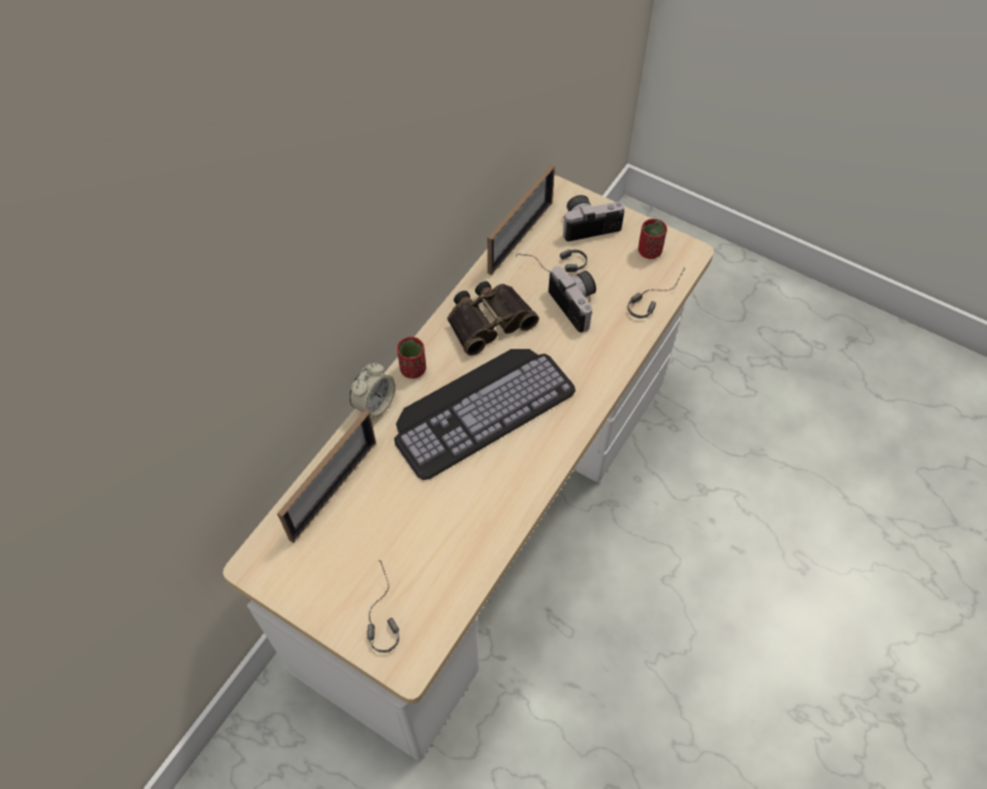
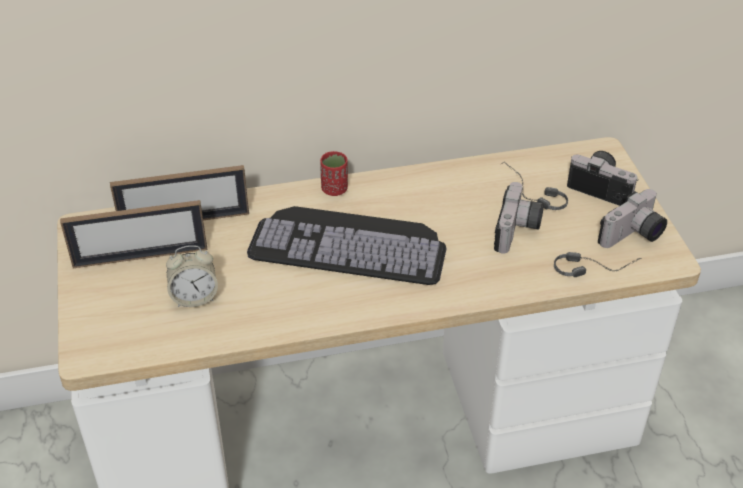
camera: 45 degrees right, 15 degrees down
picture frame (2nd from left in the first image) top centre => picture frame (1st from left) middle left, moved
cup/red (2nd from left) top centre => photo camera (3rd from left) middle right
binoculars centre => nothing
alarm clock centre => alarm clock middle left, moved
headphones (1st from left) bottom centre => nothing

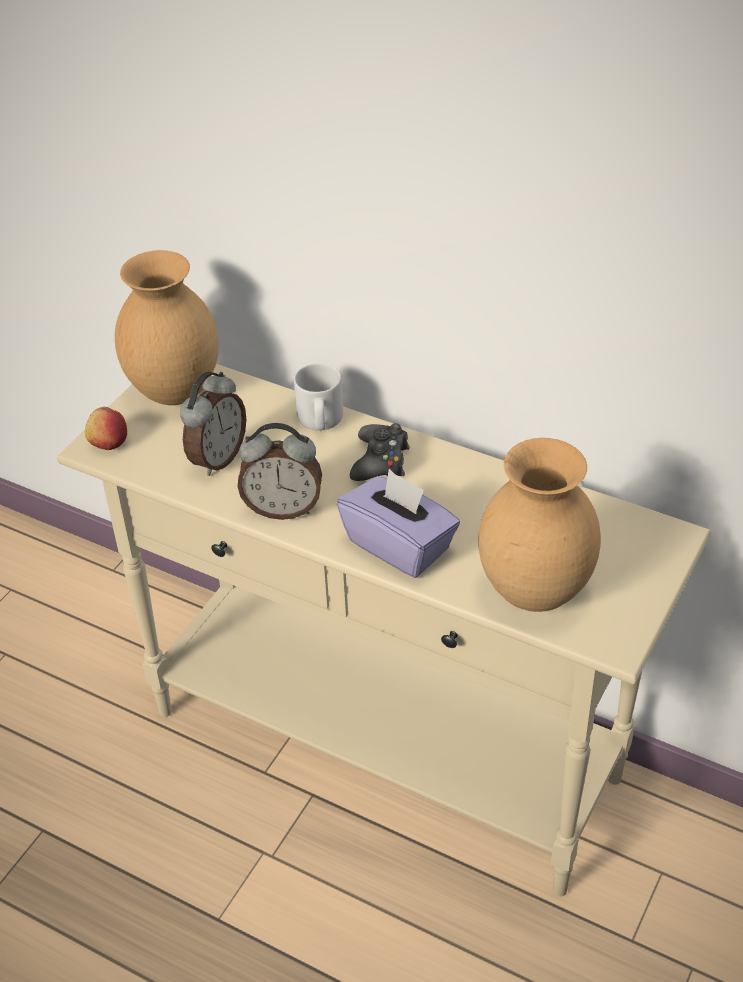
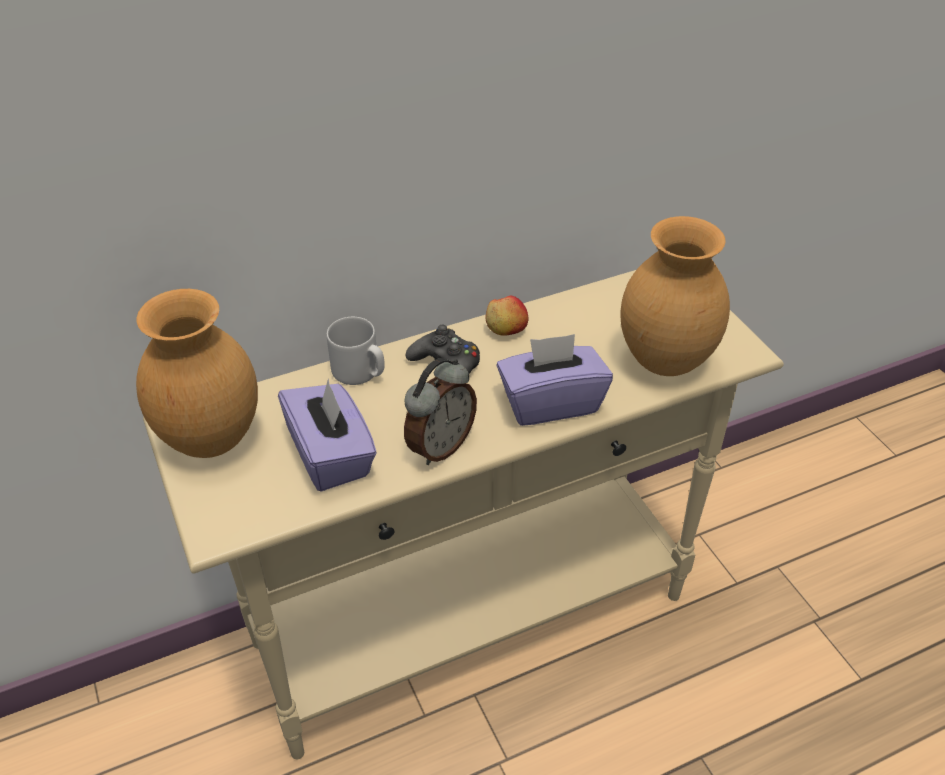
camera: 55 degrees left, 0 degrees up
alarm clock (1st from left) middle left => tissue box/purple (1st from left) centre
apple middle left => apple centre, moved

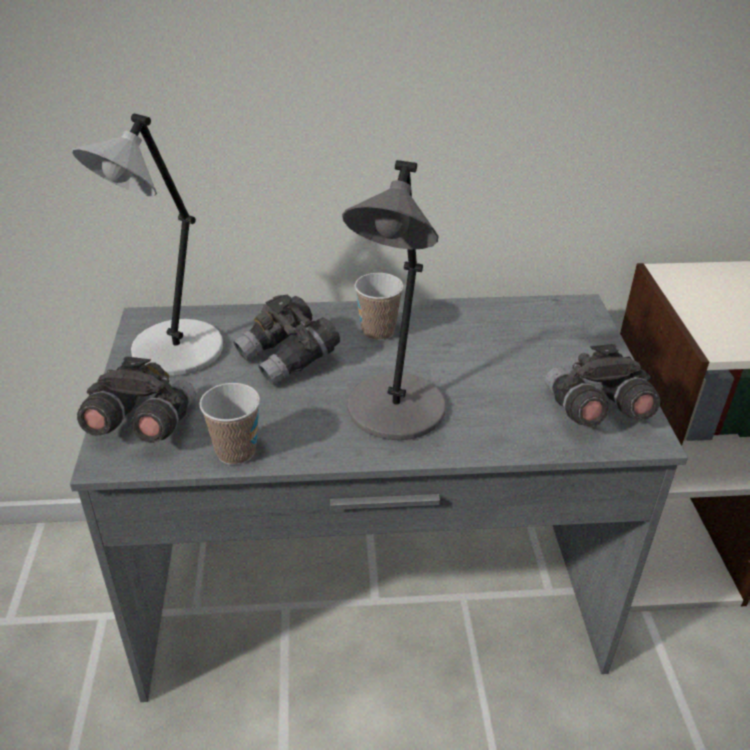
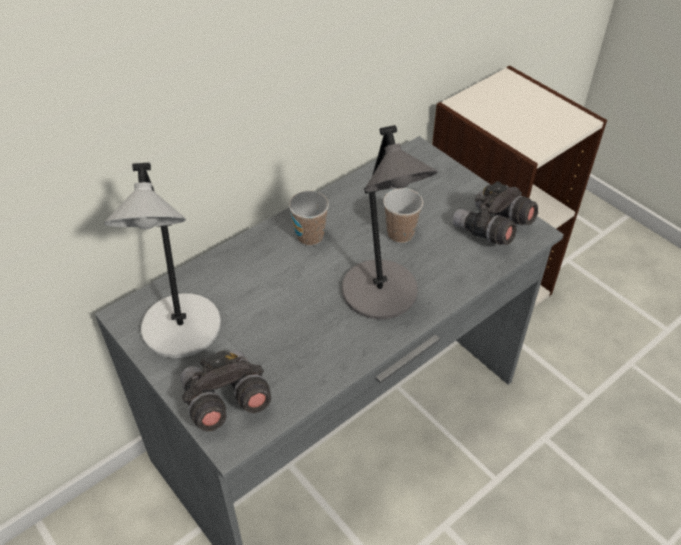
camera: 35 degrees left, 10 degrees up
binoculars/grey (2nd from left) centre => nothing
cup (1st from left in the first image) middle left => cup (2nd from left) centre, moved

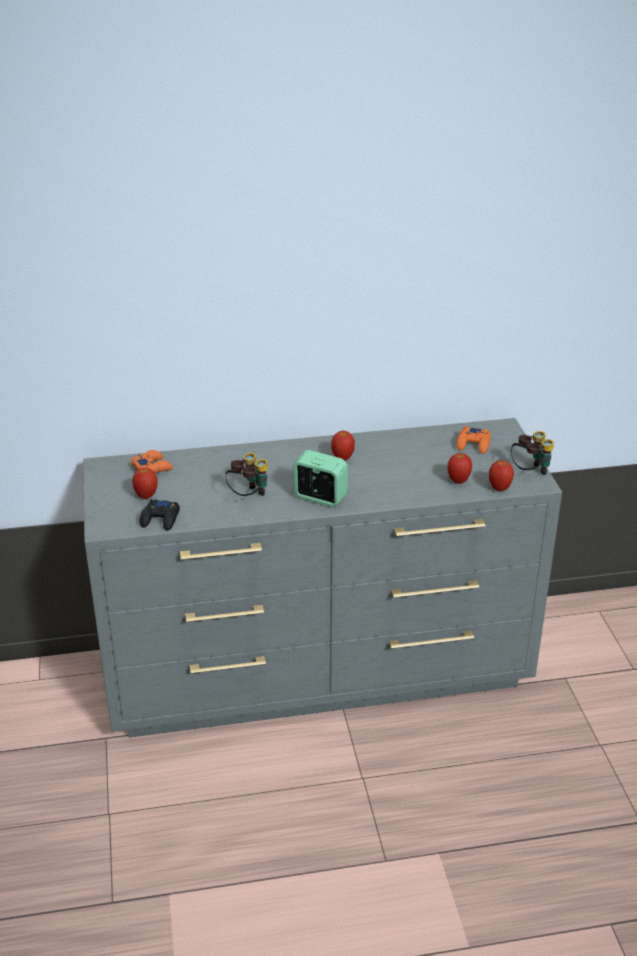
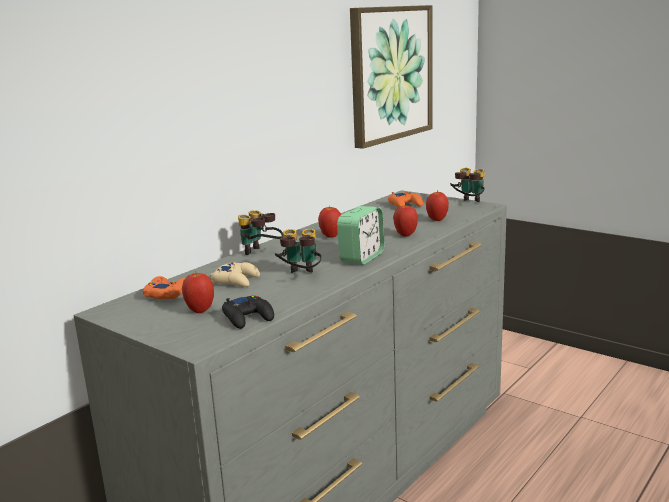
camera: 40 degrees left, 15 degrees down
alarm clock centre, 135 degrees clockwise
apple (4th from left in the first image) middle right => apple (3rd from left) centre, moved
nothing => picture top centre
nothing => binoculars (1st from left) centre
nothing => game controller/beige centre

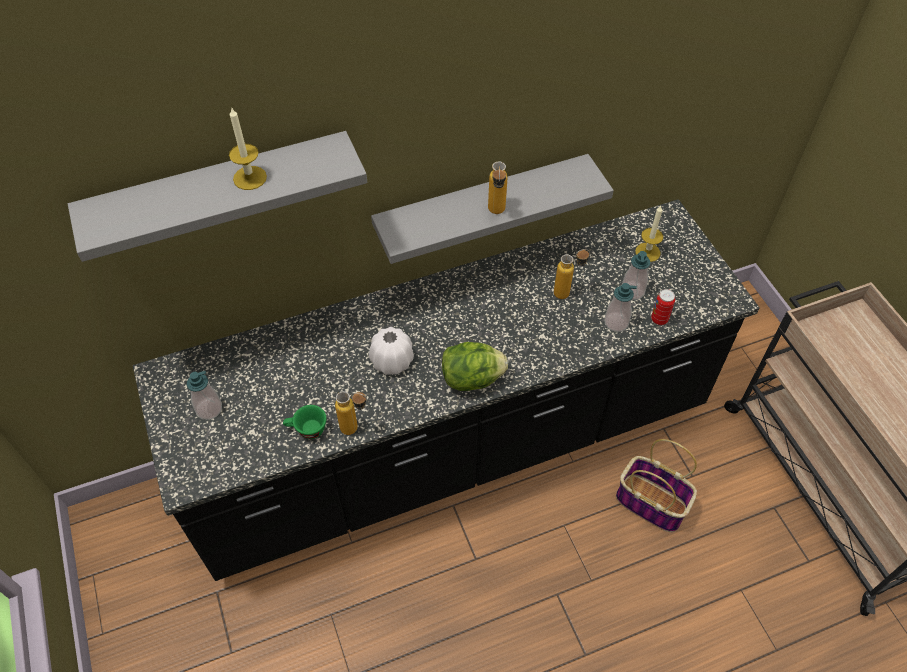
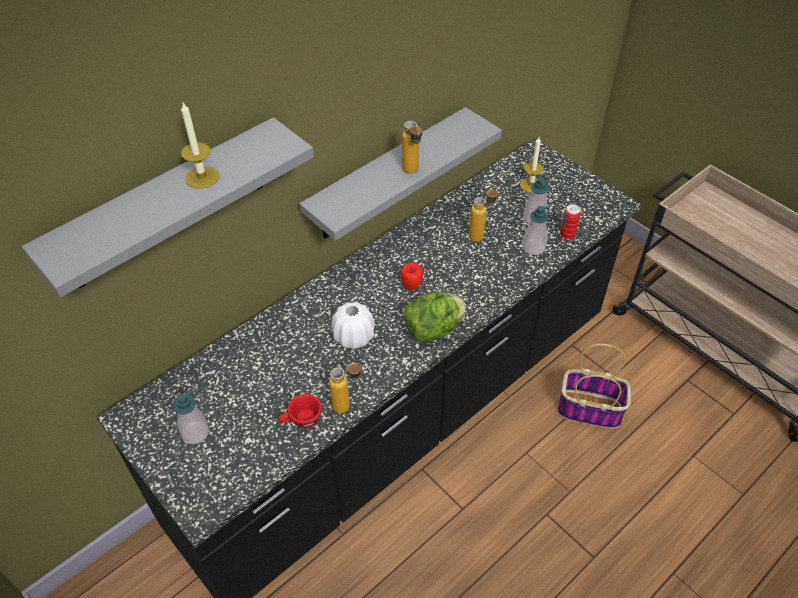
camera: 20 degrees left, 5 degrees down
cup/green centre => cup/red bottom centre
nothing => apple centre

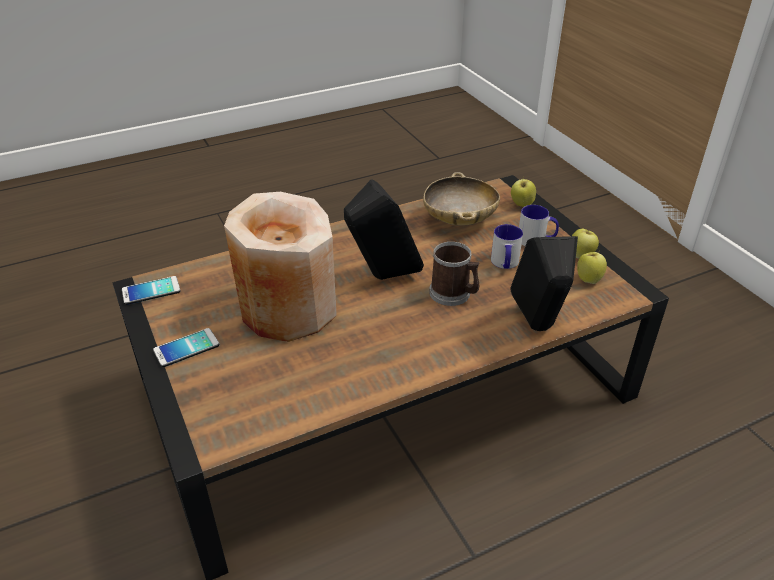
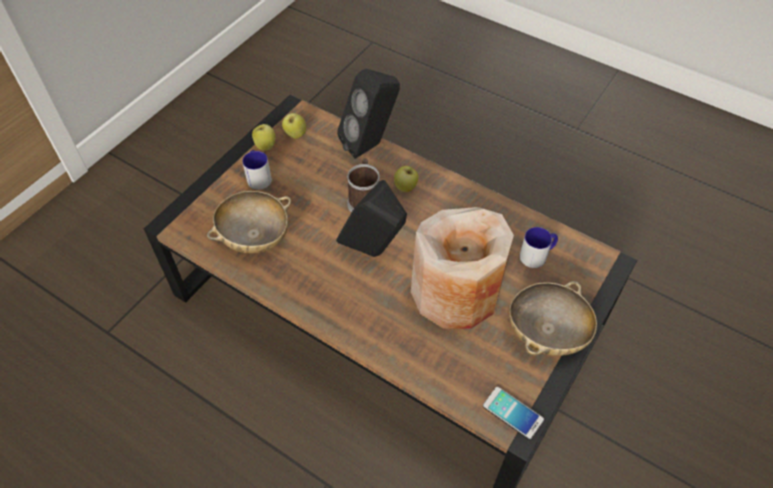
camera: 120 degrees left, 15 degrees up
apple (1st from left in the first image) top right => apple (3rd from left) centre, moved
mug (2nd from left in the first image) centre => mug (3rd from left) middle right, moved
phone (2nd from left) middle left => bowl/beige (2nd from left) middle right

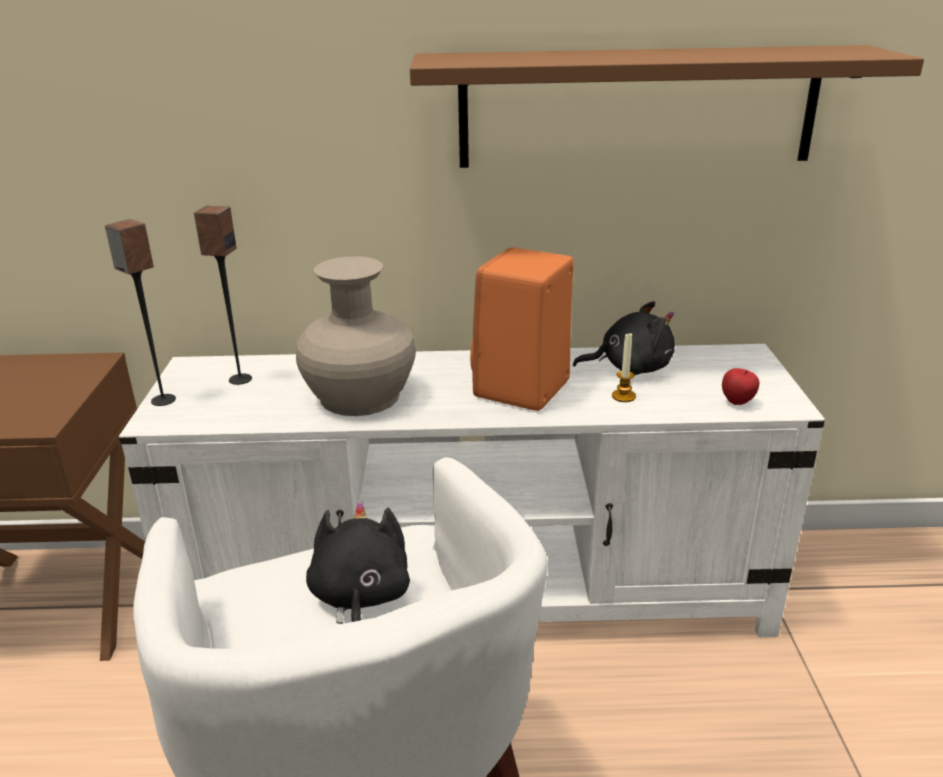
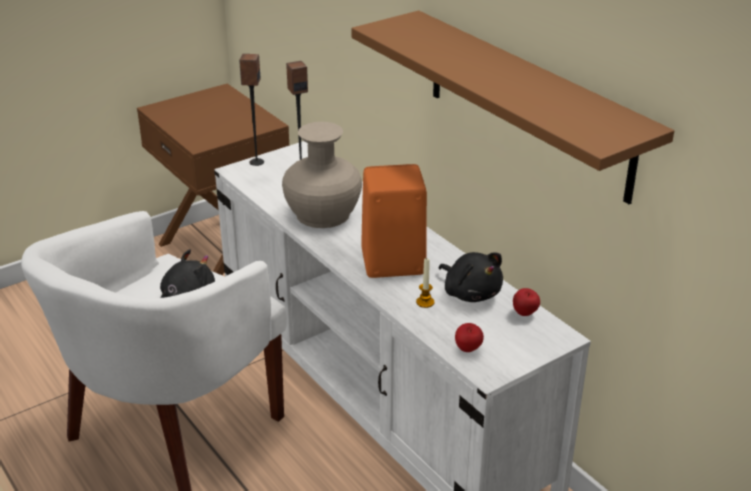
camera: 55 degrees right, 5 degrees up
nothing => apple (2nd from left) middle right

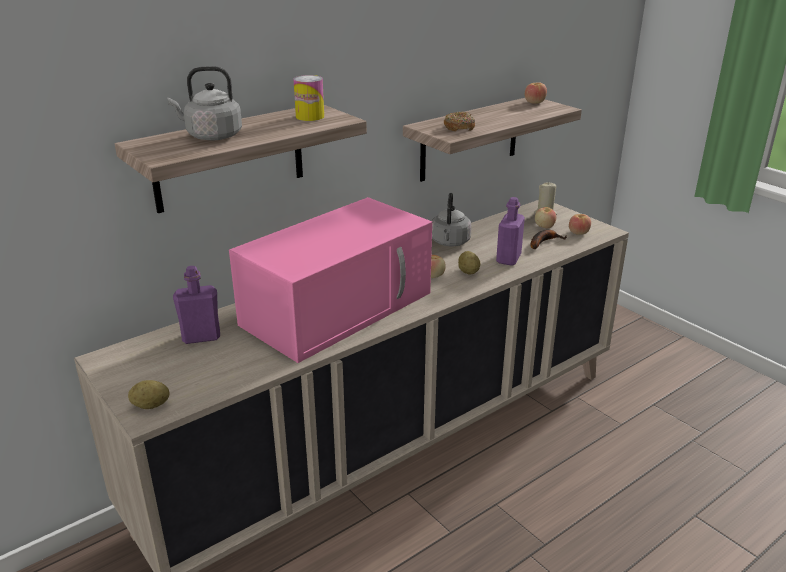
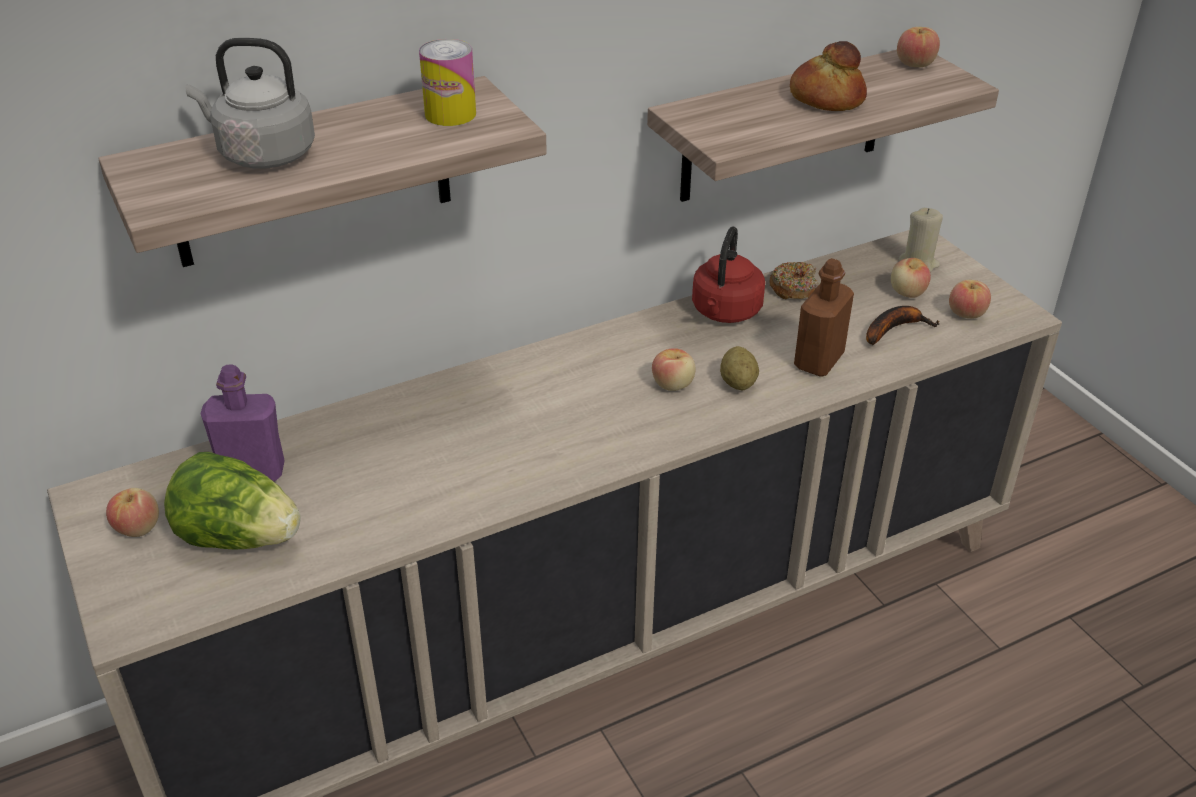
camera: 10 degrees right, 10 degrees up
donut top centre => donut centre, moved
kettle/grey (2nd from left) centre => kettle/red centre
microwave/pink centre => nothing
bottle/purple (2nd from left) centre => bottle/brown middle right
potato (1st from left) bottom left => nothing
nothing => bread top right
nothing => lettuce middle left
nothing => apple (1st from left) middle left

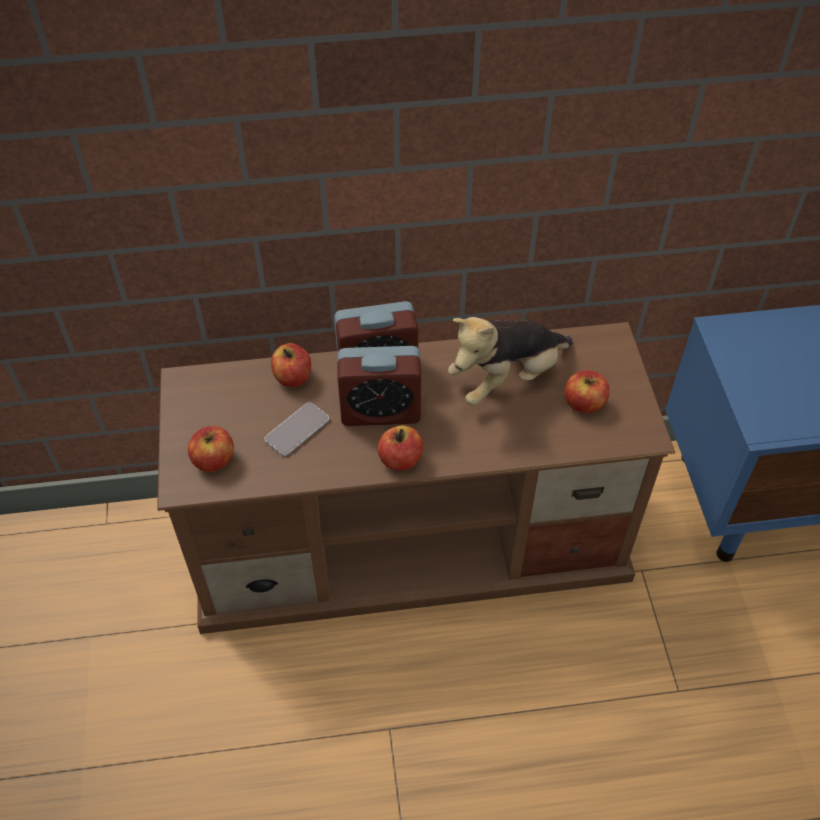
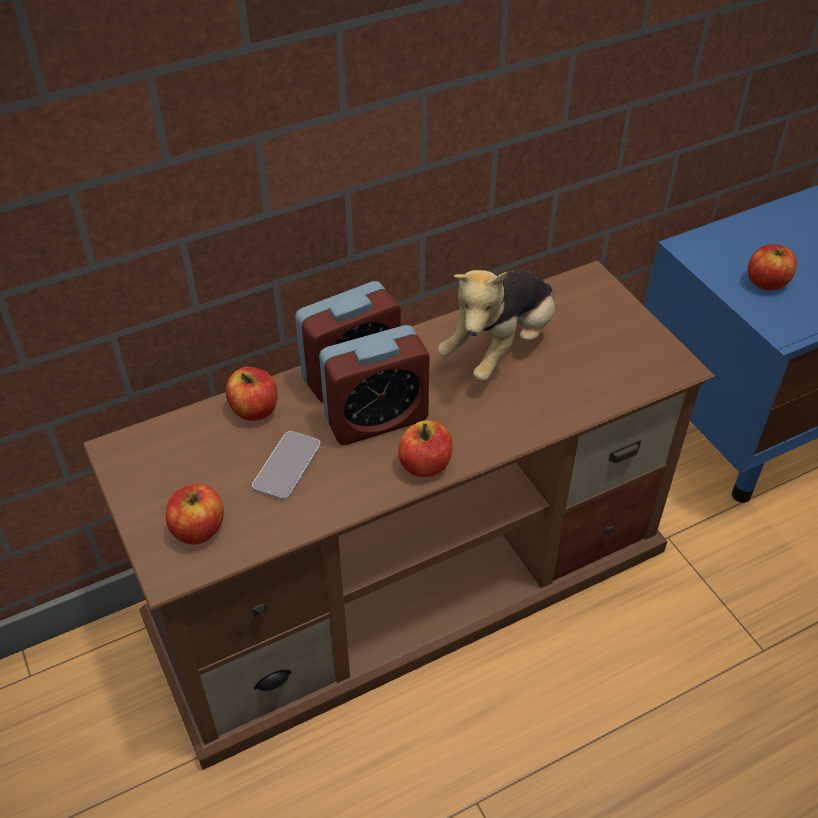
camera: 20 degrees left, 5 degrees down
apple (4th from left) middle right => apple (4th from left) top right, moved

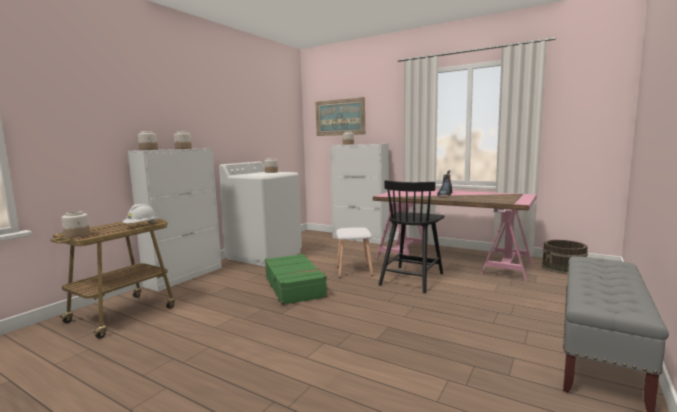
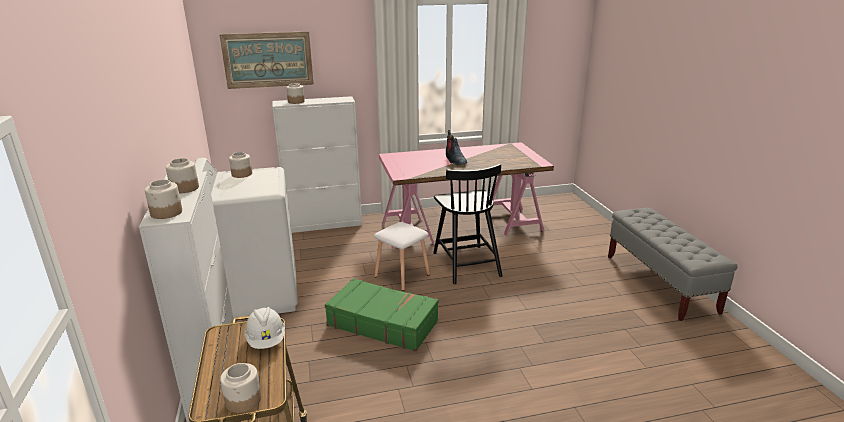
camera: 45 degrees left, 15 degrees up
bucket/brown middle right => nothing

